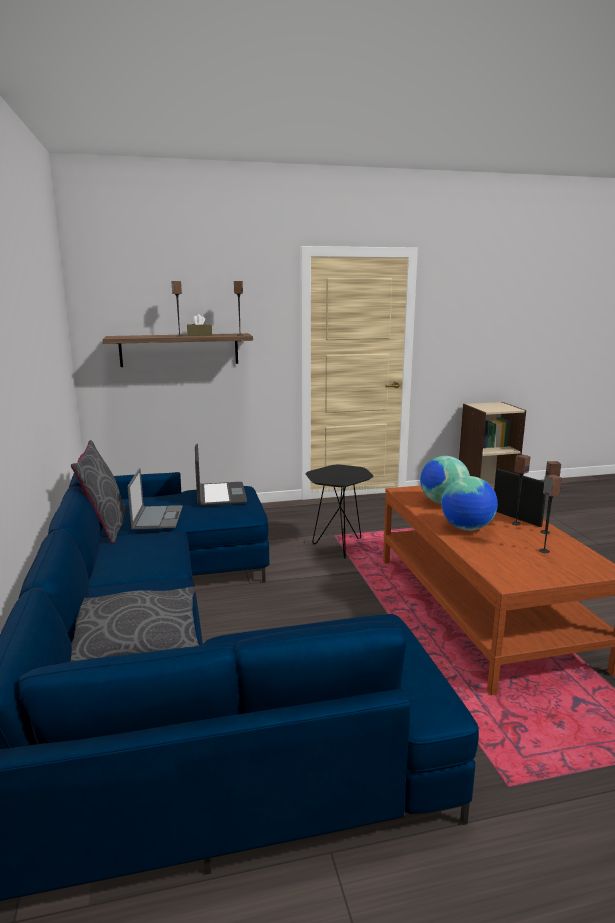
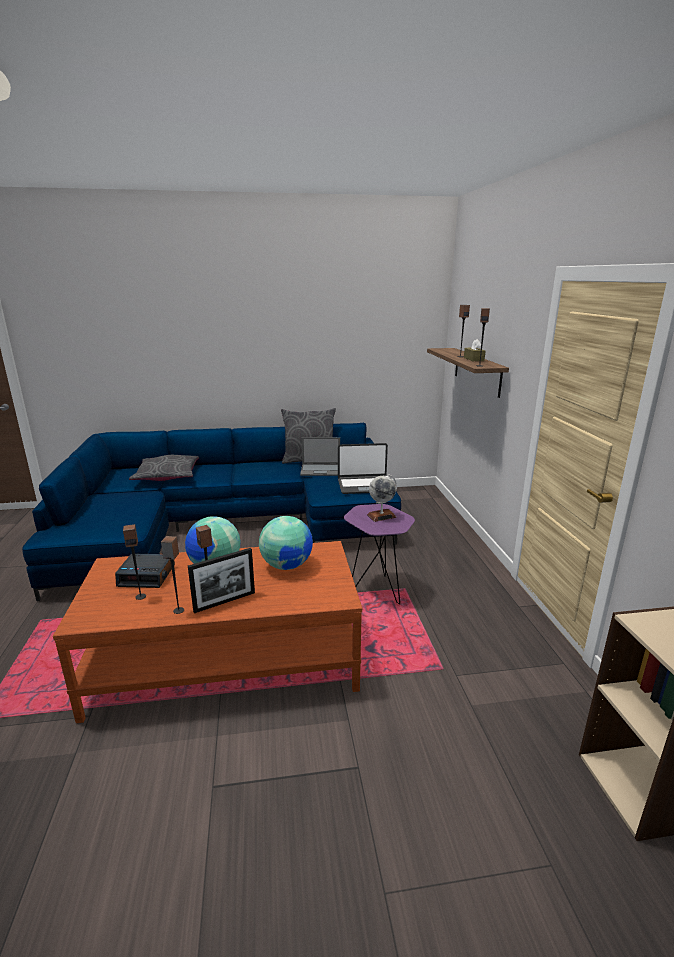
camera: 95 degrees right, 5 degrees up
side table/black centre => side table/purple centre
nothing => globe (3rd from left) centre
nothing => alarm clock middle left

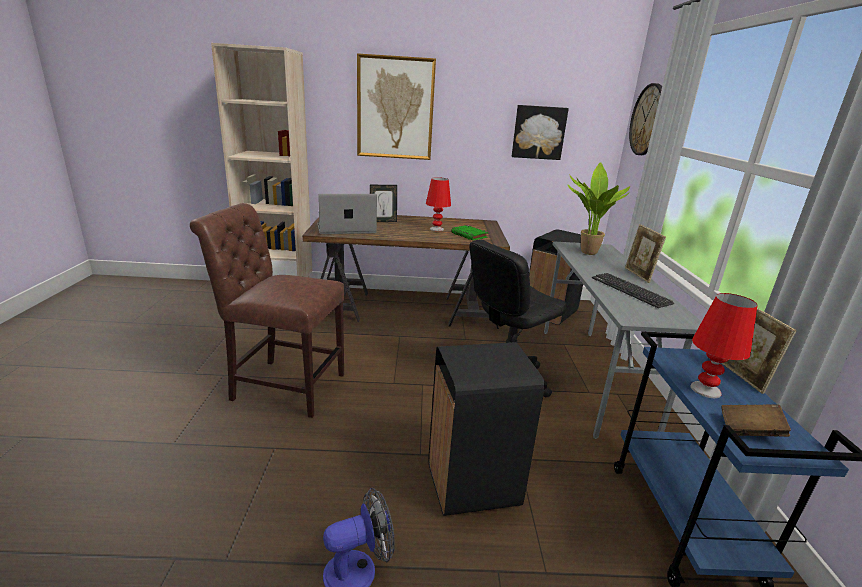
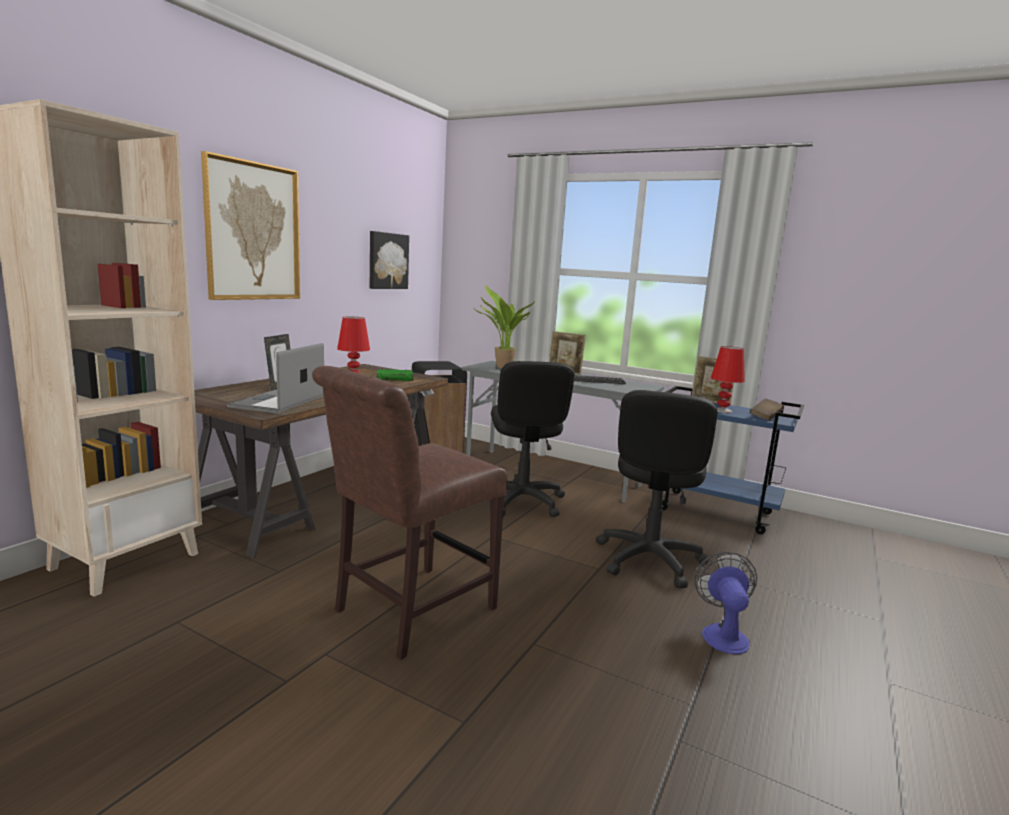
camera: 60 degrees left, 10 degrees down
wall clock top right => nothing
trash can/black (1st from left) bottom centre => office chair/black (2nd from left) centre

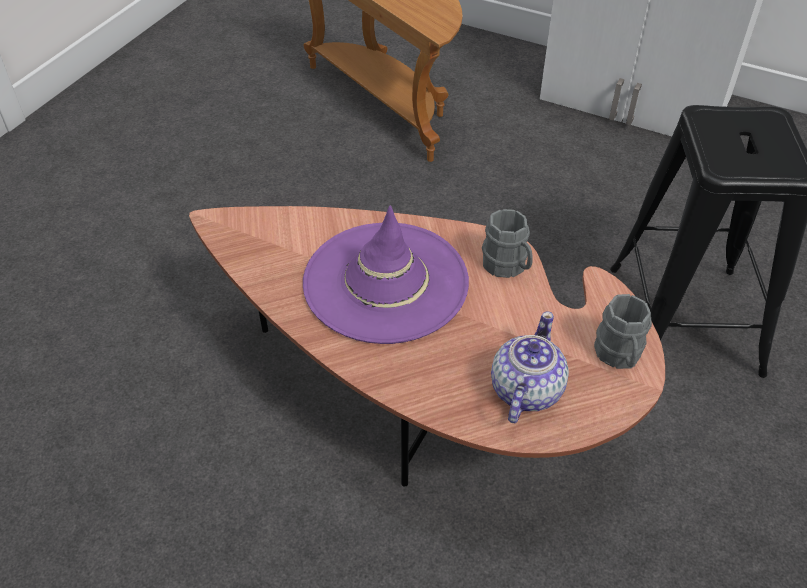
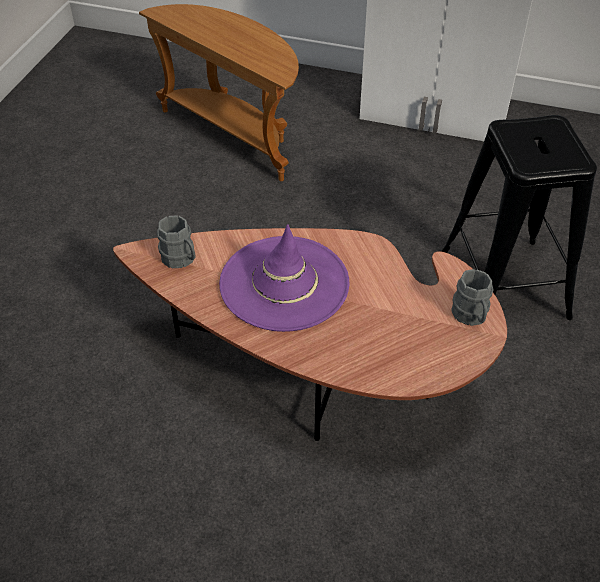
camera: 10 degrees left, 0 degrees up
mug/grey (1st from left) centre => mug/grey (1st from left) middle left, moved
teapot centre => nothing

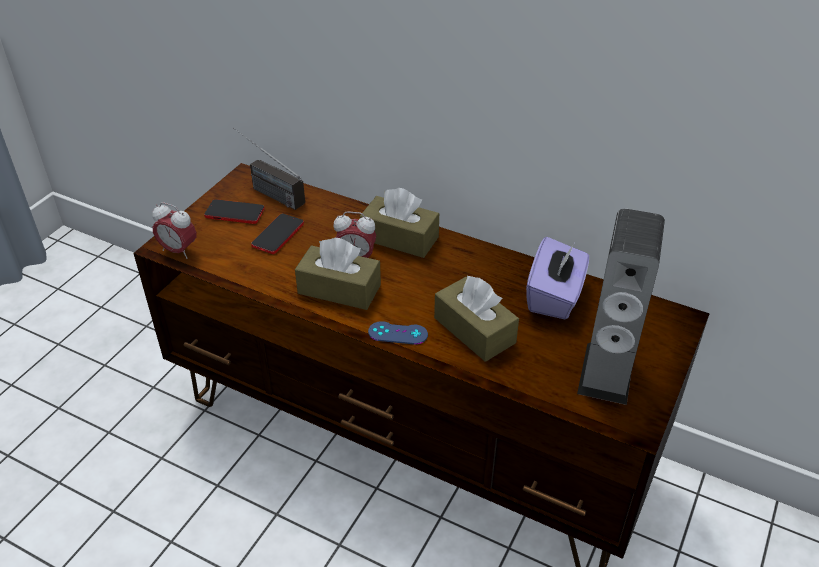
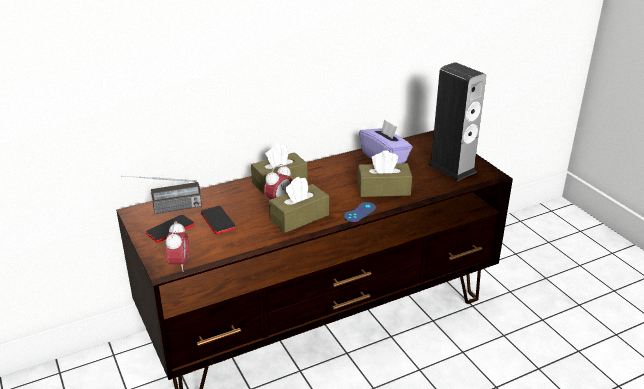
camera: 55 degrees left, 10 degrees down
alarm clock (1st from left) middle left, 60 degrees counterclockwise

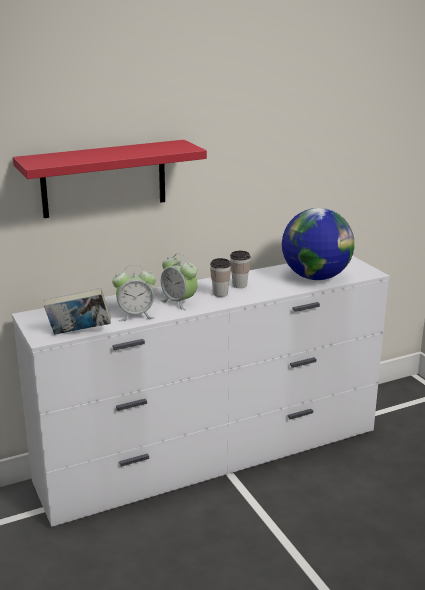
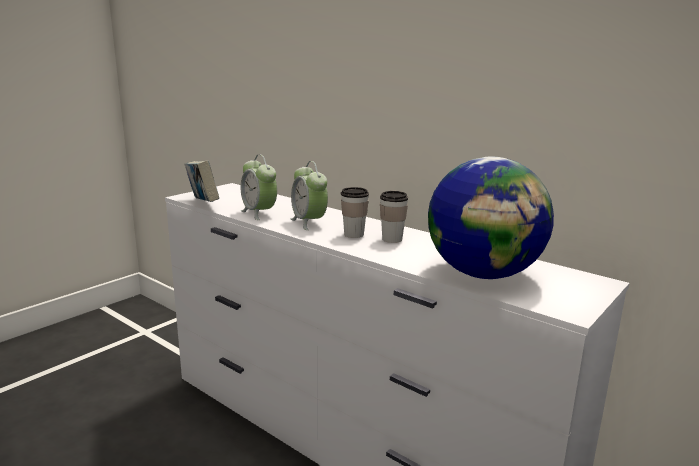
camera: 65 degrees right, 5 degrees down
shelf/red top left => nothing
alarm clock (2nd from left) centre, 45 degrees counterclockwise

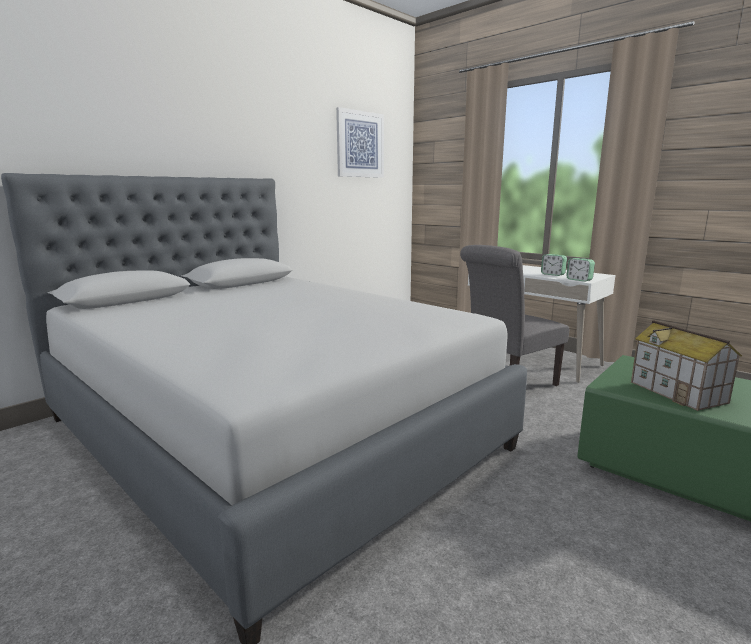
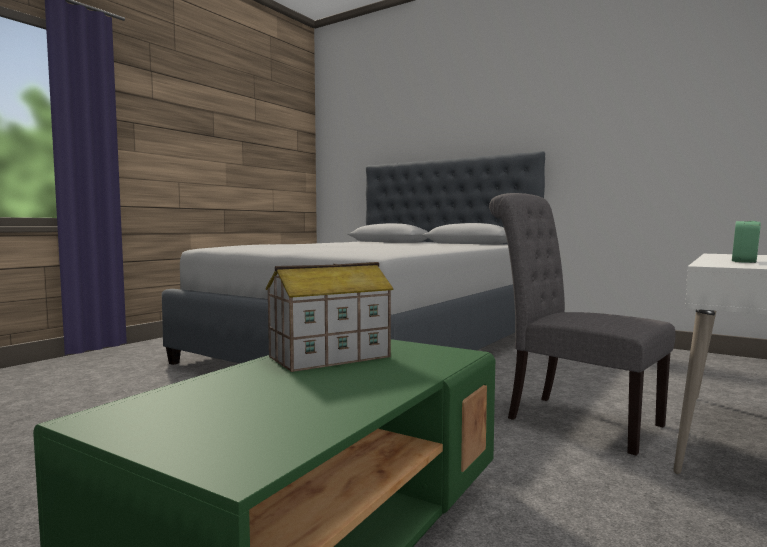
camera: 80 degrees right, 10 degrees down
picture top centre => nothing
alarm clock (2nd from left) middle right => nothing

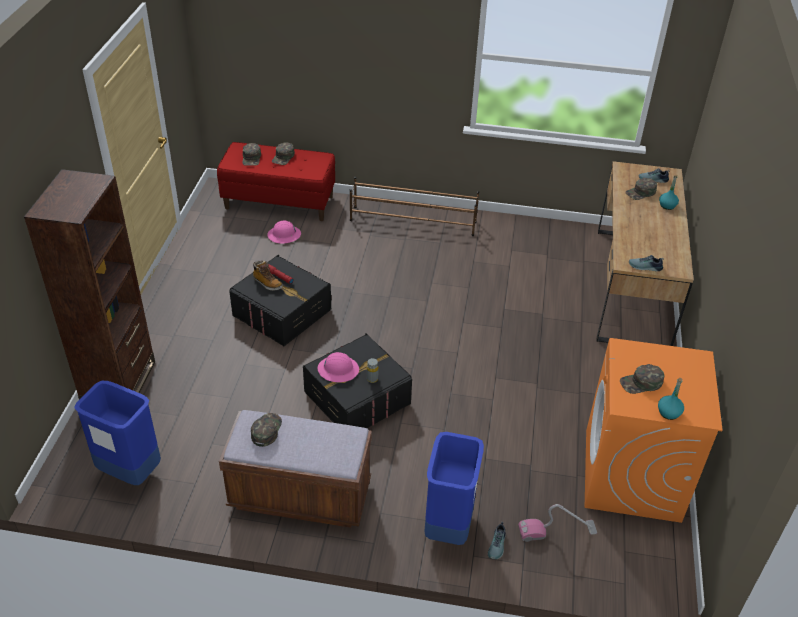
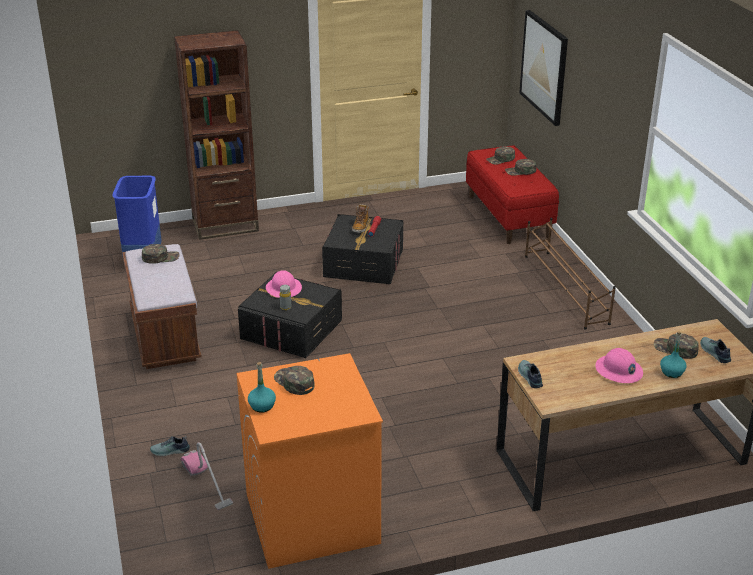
camera: 65 degrees right, 10 degrees down
hard hat/pink (1st from left in the first image) centre => hard hat/pink (2nd from left) middle right, moved
trash can/blue (2nd from left) bottom centre => nothing
nothing => picture top right

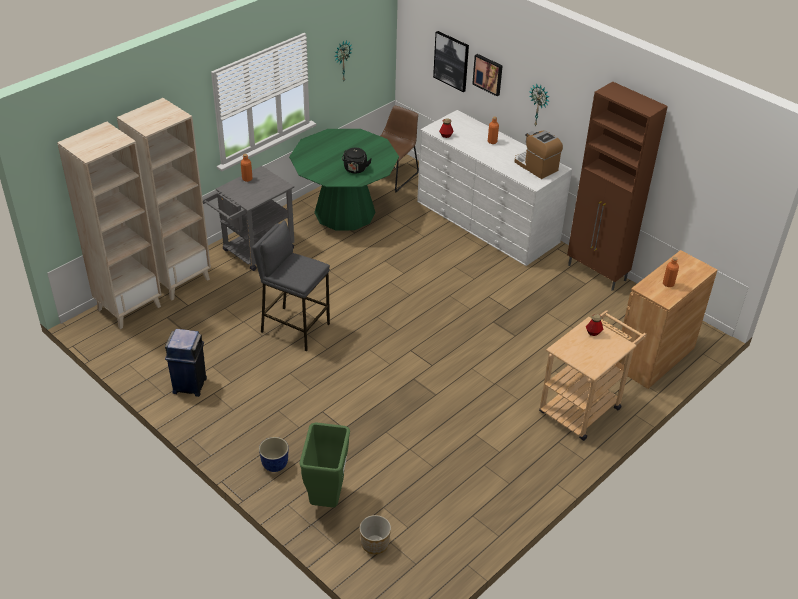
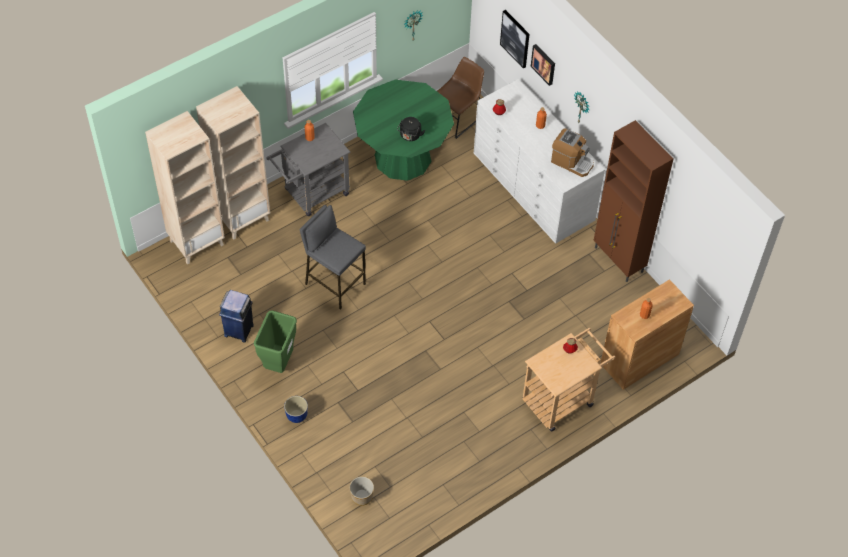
camera: 10 degrees right, 15 degrees up
coffee machine top right, 150 degrees clockwise
trash can/green bottom centre => trash can/green middle left, moved

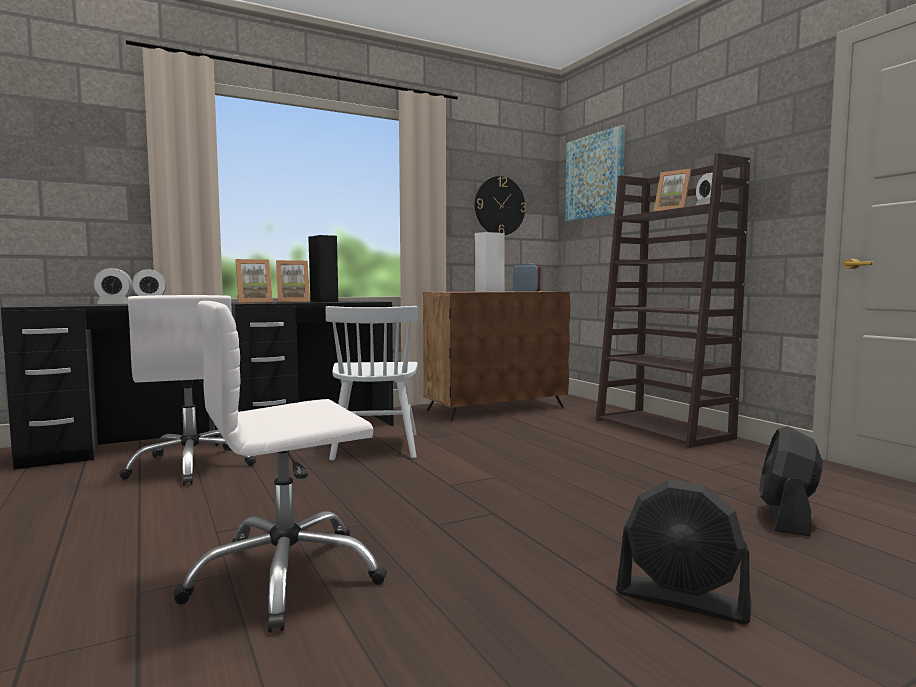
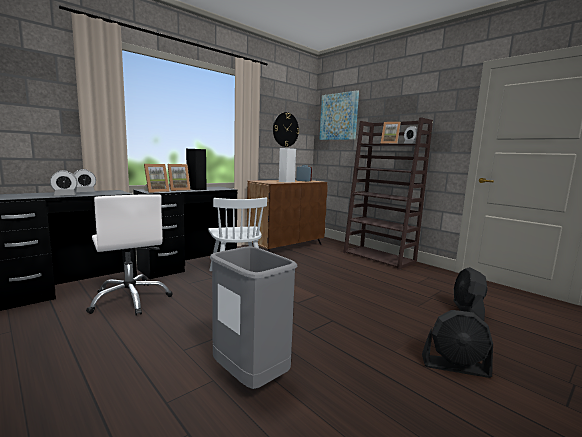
camera: 15 degrees left, 5 degrees up
office chair/white (2nd from left) bottom left => trash can/grey bottom centre

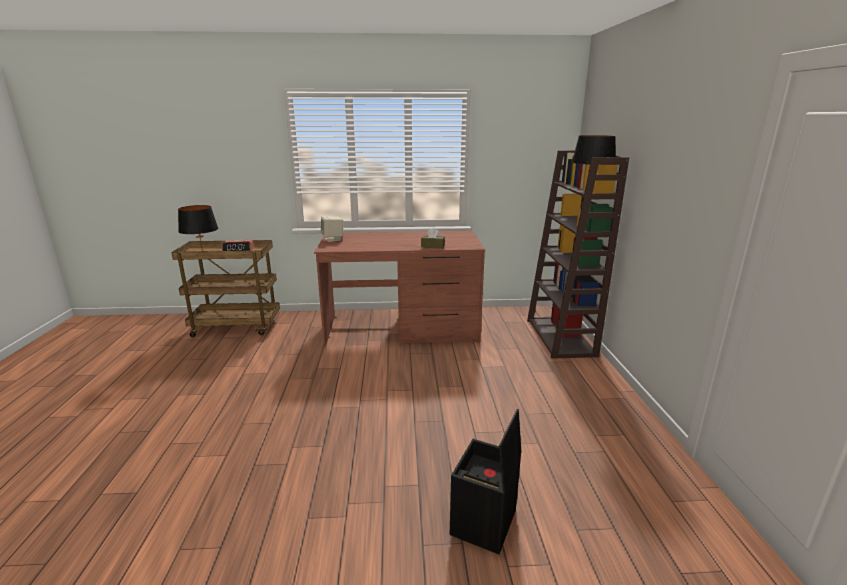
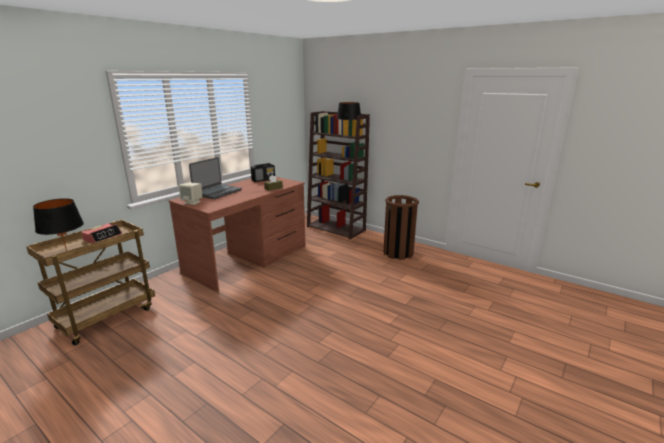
camera: 50 degrees left, 0 degrees up
storage box/black bottom centre => nothing
nothing => laptop middle left
nothing => radio centre
nothing => trash can/brown centre

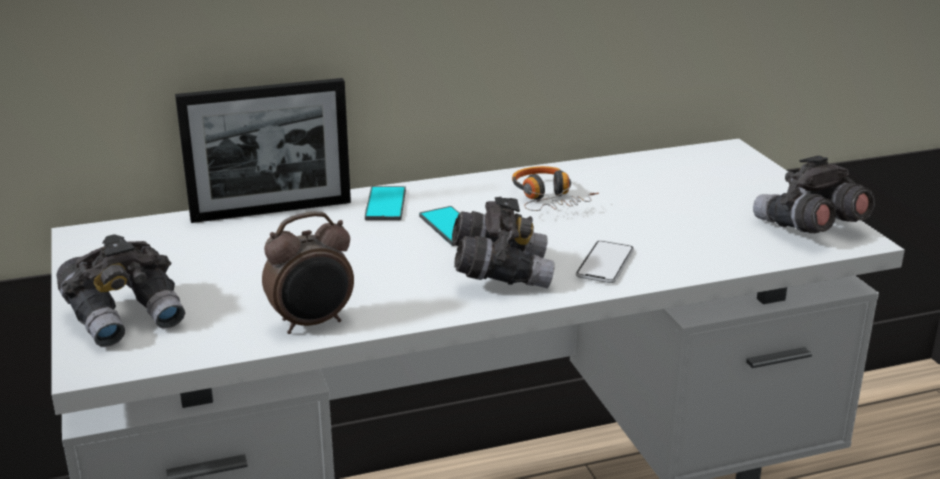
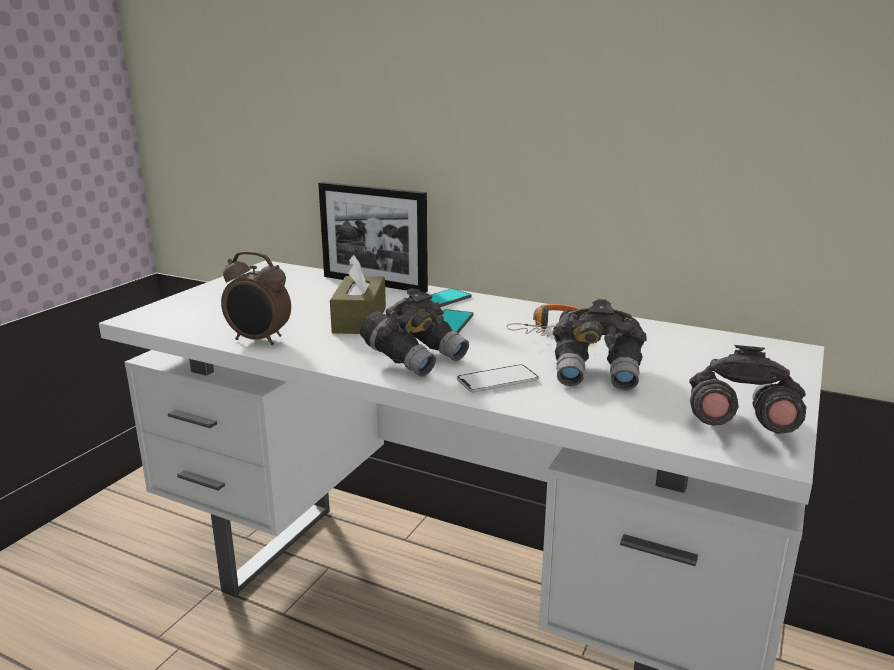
camera: 45 degrees right, 5 degrees down
binoculars/grey (1st from left in the first image) middle left => binoculars/grey (2nd from left) middle right, moved
nothing => tissue box/brown centre

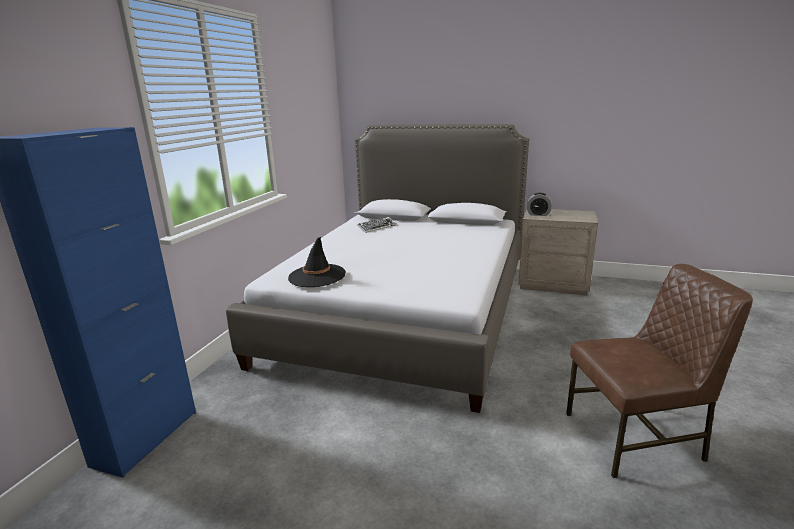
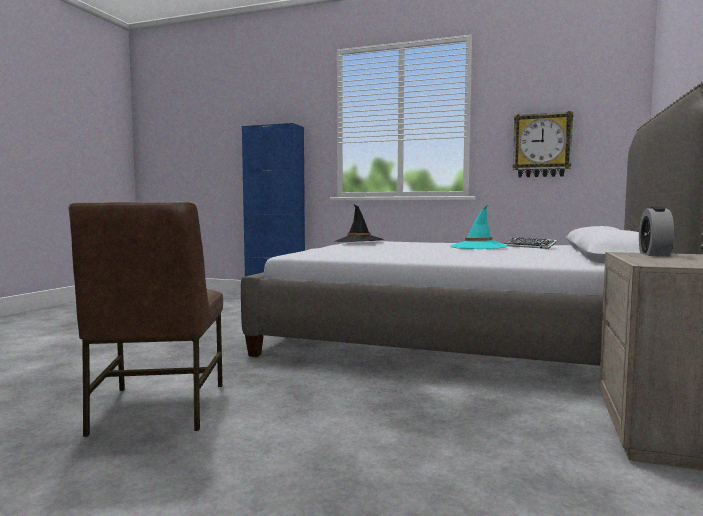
camera: 90 degrees right, 15 degrees down
nothing => wall clock top right
nothing => hat/turquoise middle right

